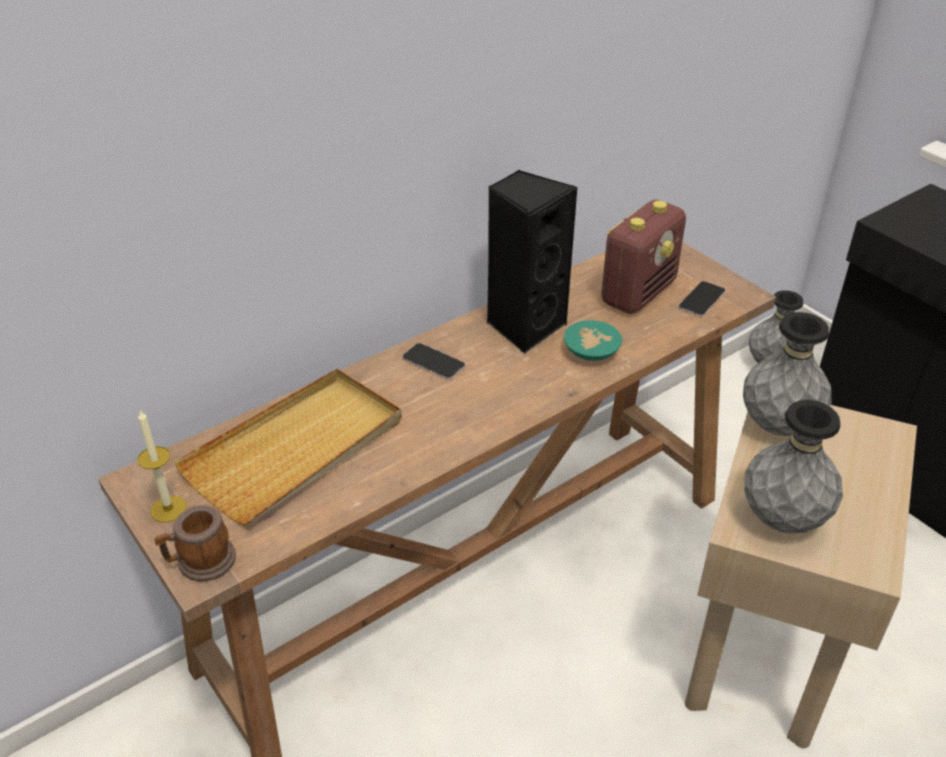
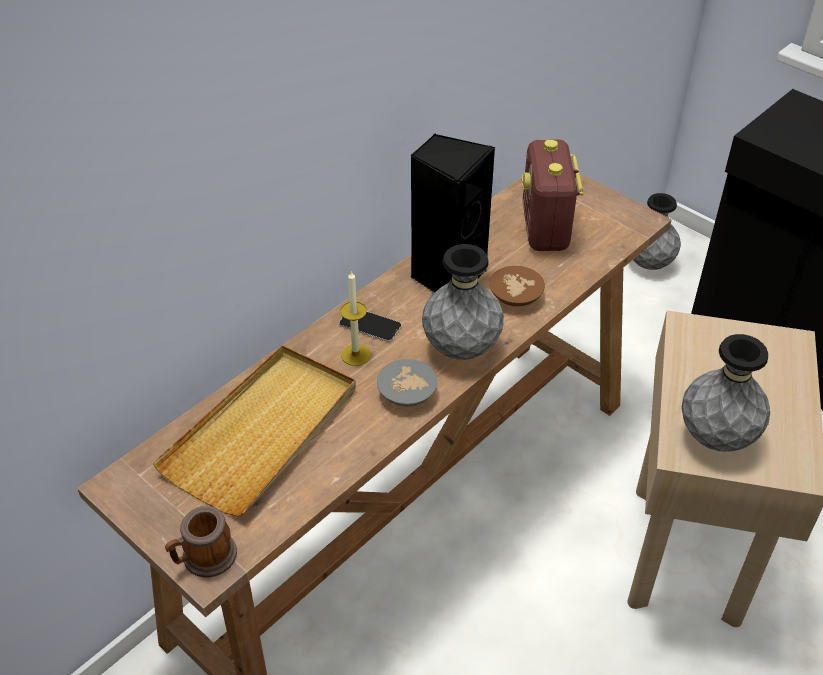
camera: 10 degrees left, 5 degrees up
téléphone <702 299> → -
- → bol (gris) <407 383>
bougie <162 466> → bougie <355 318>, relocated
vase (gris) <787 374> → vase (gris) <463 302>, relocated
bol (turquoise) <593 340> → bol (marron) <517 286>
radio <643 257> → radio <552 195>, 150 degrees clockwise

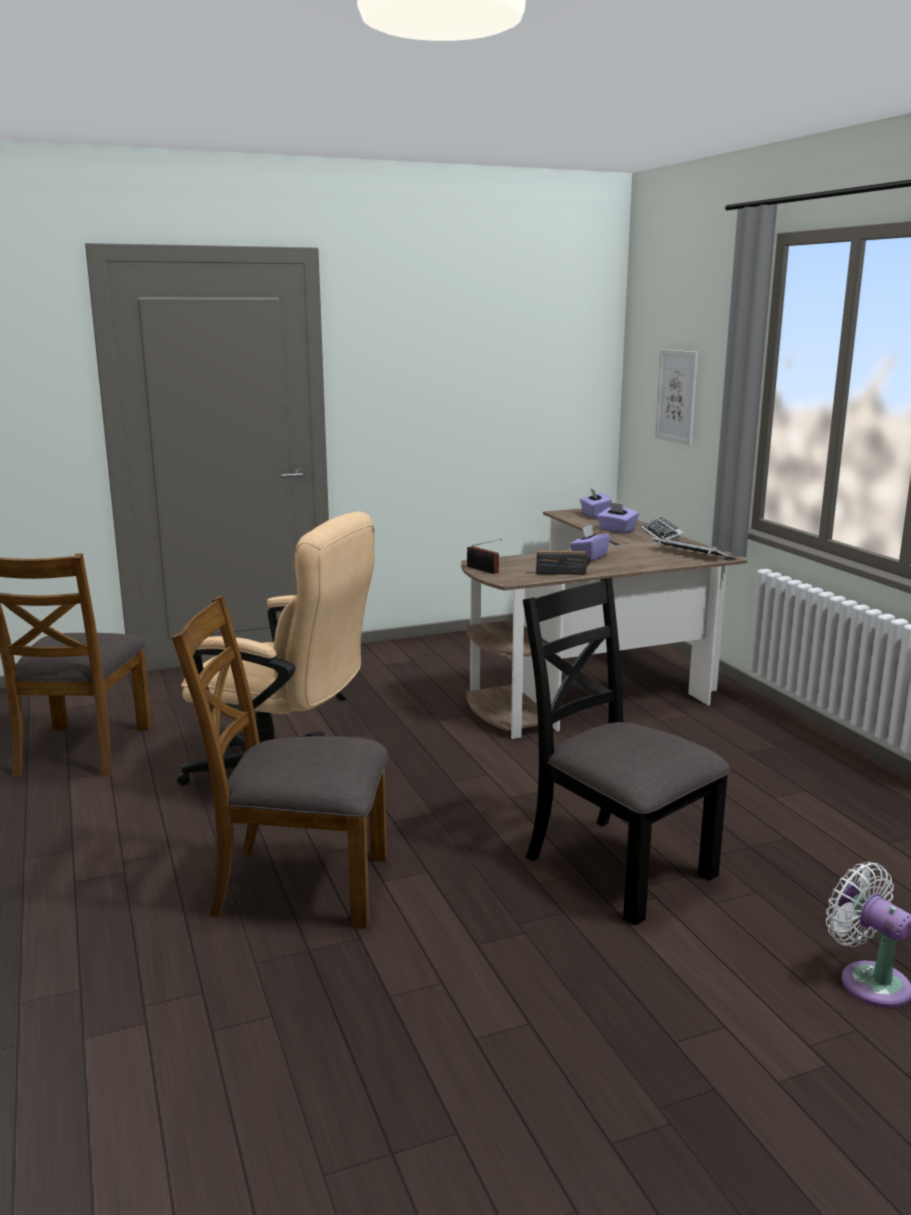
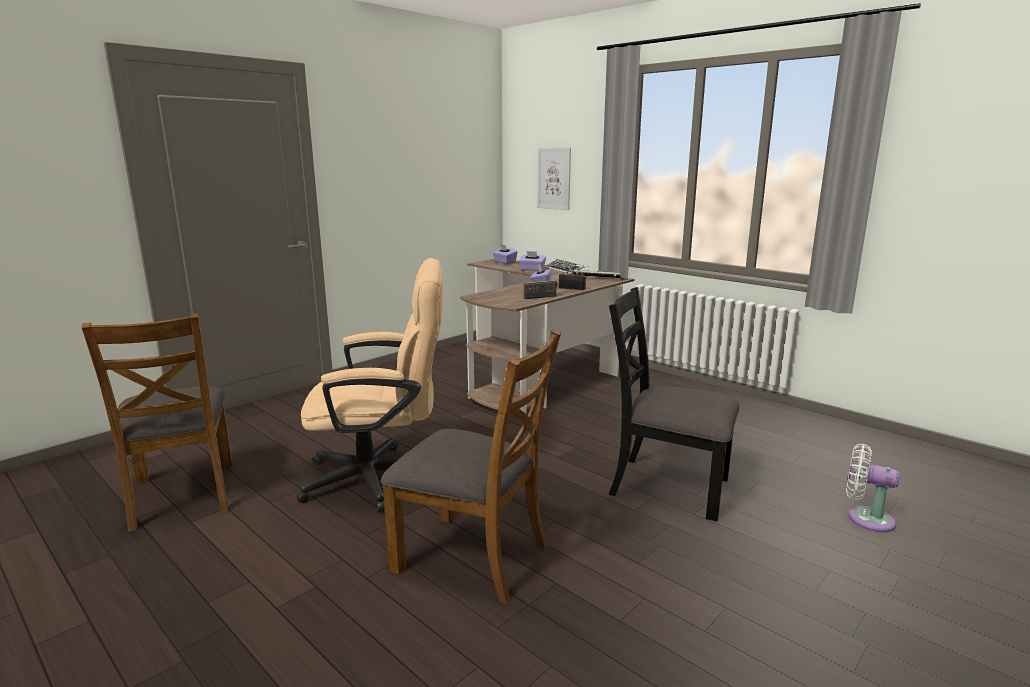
camera: 25 degrees left, 0 degrees up
radio <484 556> → radio <574 278>, relocated
chaise (marron) <280 761> → chaise (marron) <471 467>, 135 degrees counterclockwise

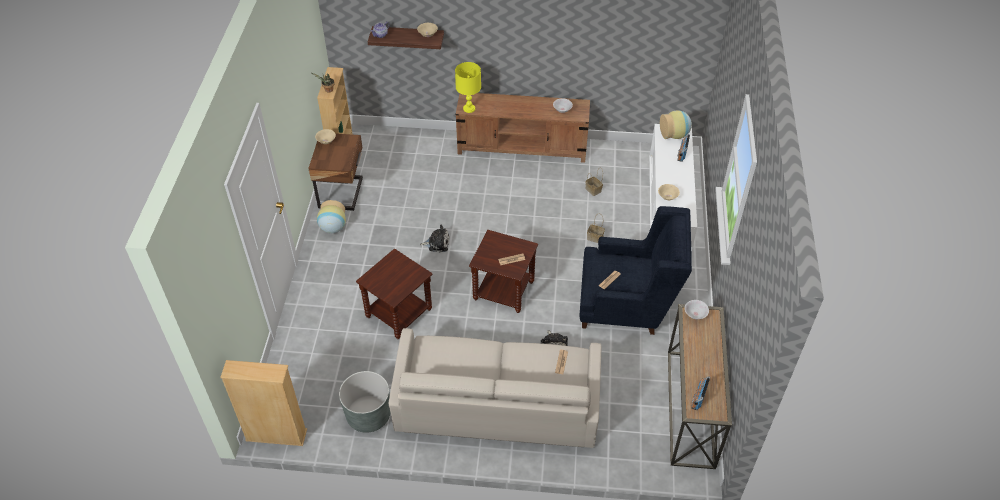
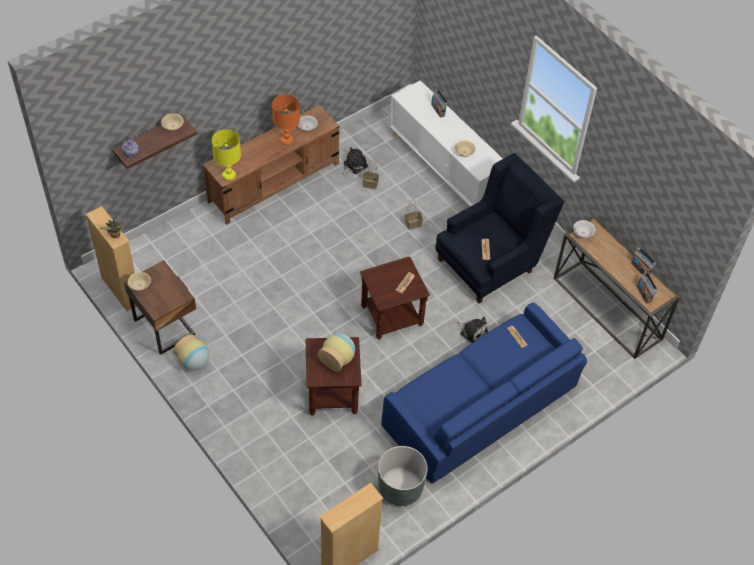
camera: 45 degrees left, 5 degrees up
- → lampe de table (orange) <286 119>
- → radio <643 262>
peluche <435 238> → peluche <355 161>, relocated
vase <676 124> → vase <336 352>, relocated
canapé (beige) <495 388> → canapé (bleu) <484 393>

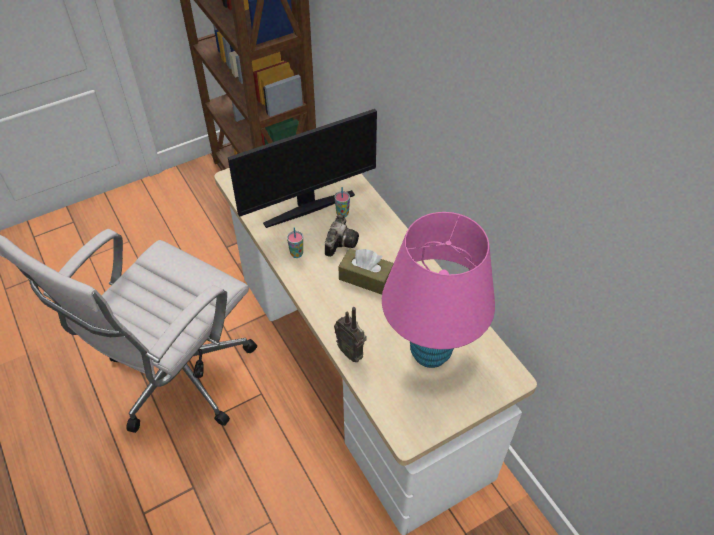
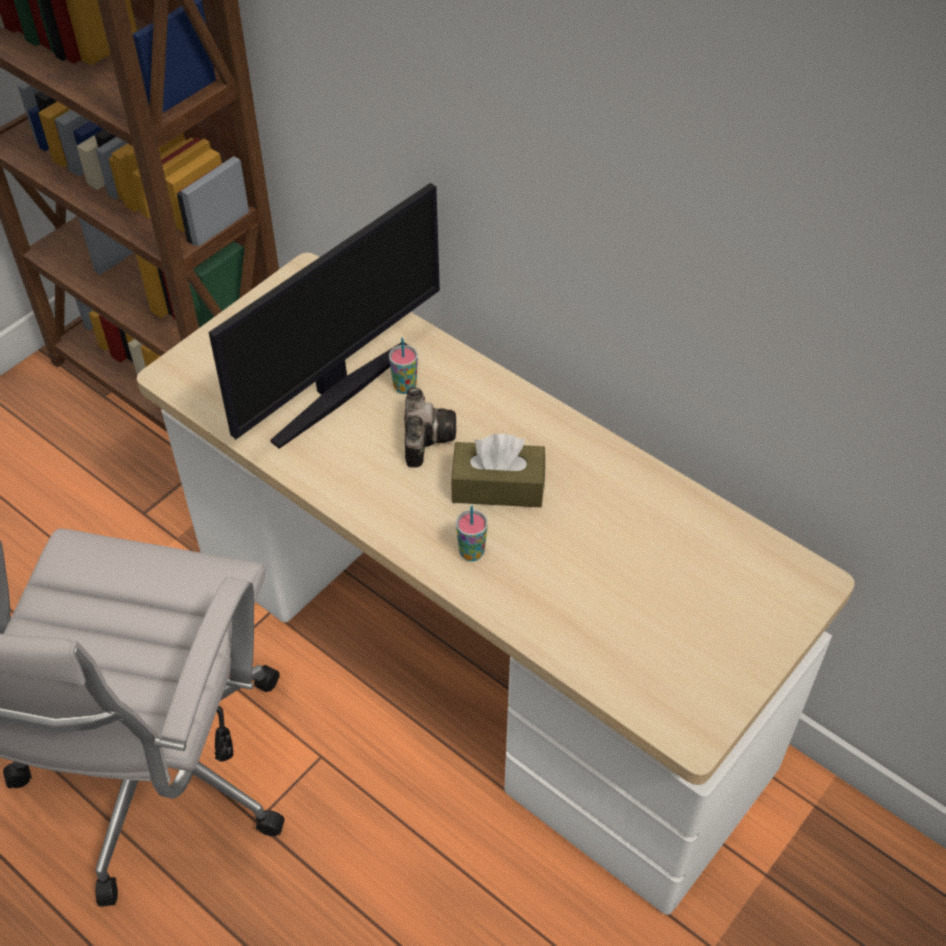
camera: 20 degrees left, 0 degrees up
radio <350 334> → -
lampe de table (rose) <438 290> → -
tasse <295 243> → tasse <472 534>, relocated

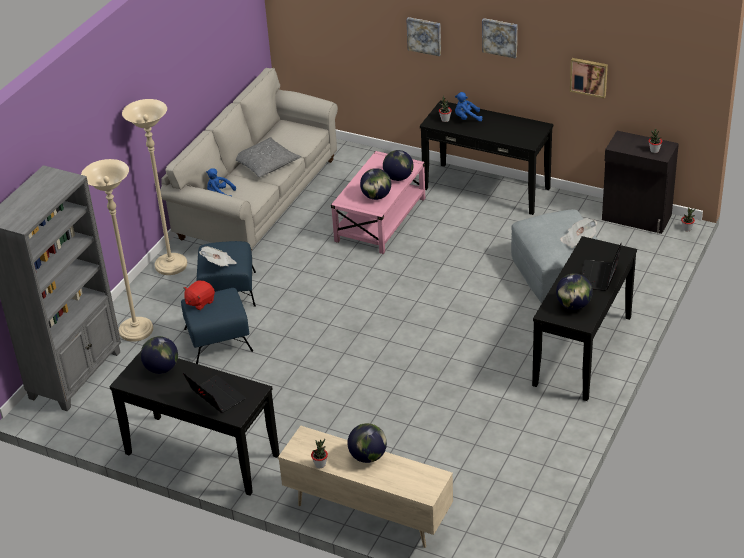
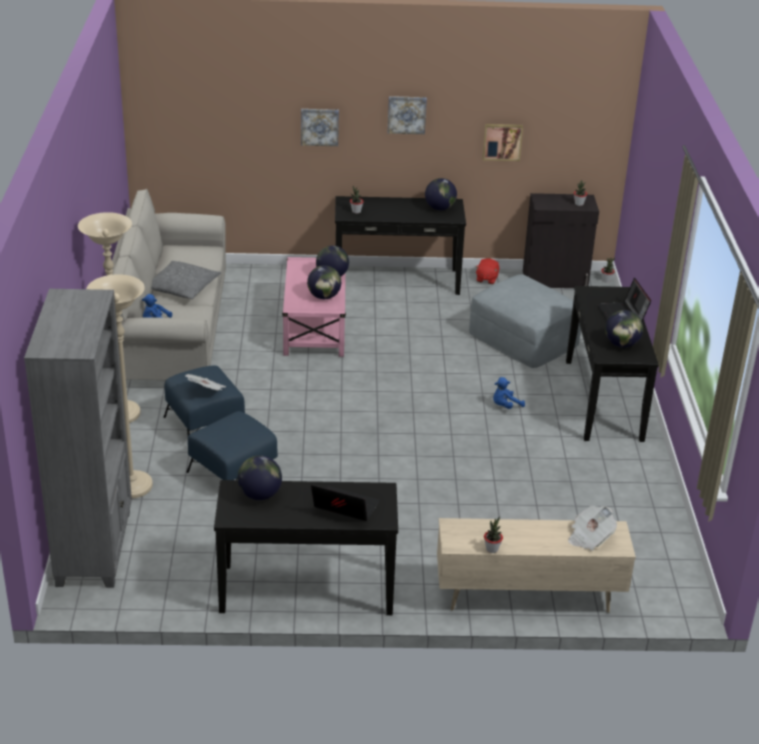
camera: 30 degrees left, 5 degrees down
peluche (rouge) <199 295> → peluche (rouge) <487 271>, relocated
globe <367 443> → globe <441 194>, relocated
peluche (bleu) <468 107> → peluche (bleu) <509 393>, relocated
journal <578 233> → journal <592 528>, relocated

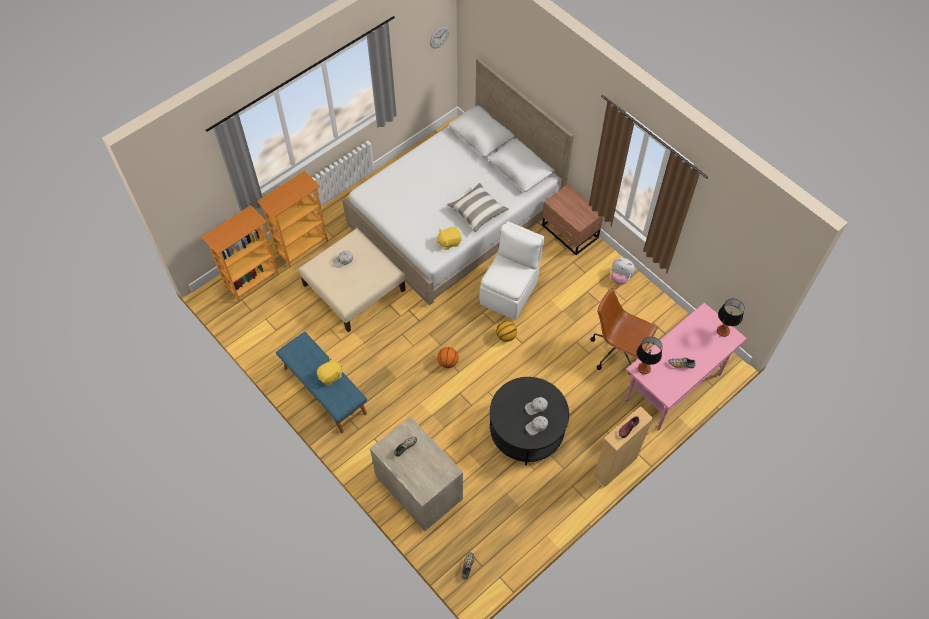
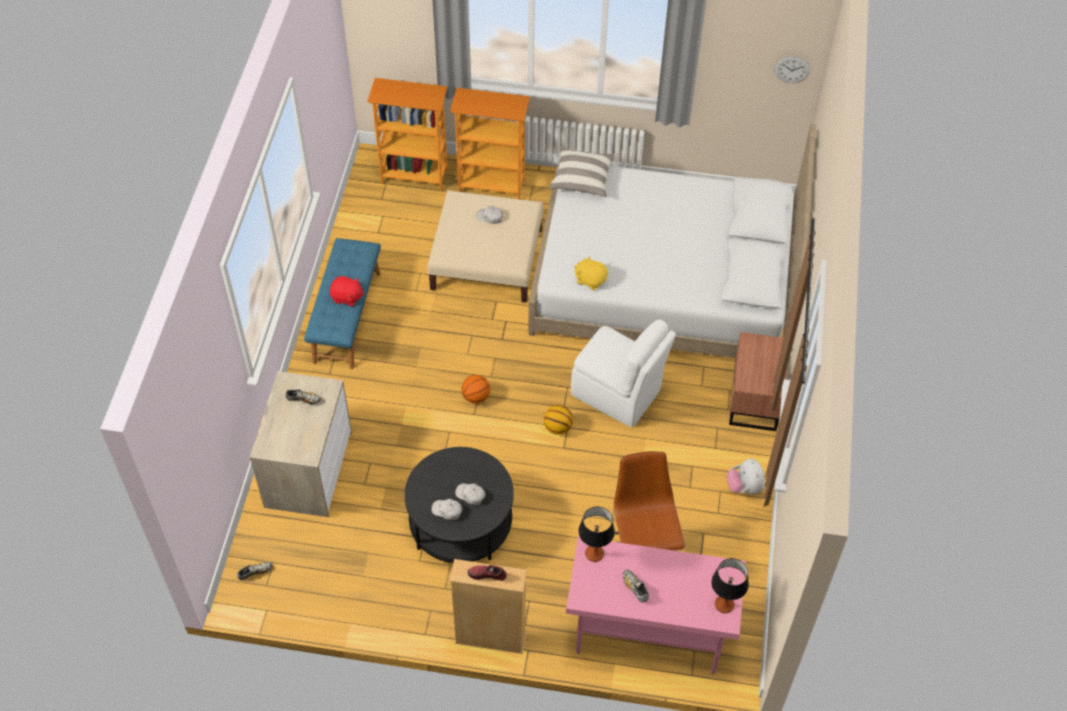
camera: 50 degrees right, 5 degrees down
coussin <478 207> → coussin <582 171>, relocated
peluche (jaune) <329 371> → peluche (rouge) <347 291>
chaise (blanc) <512 270> → chaise (blanc) <623 374>, 45 degrees clockwise

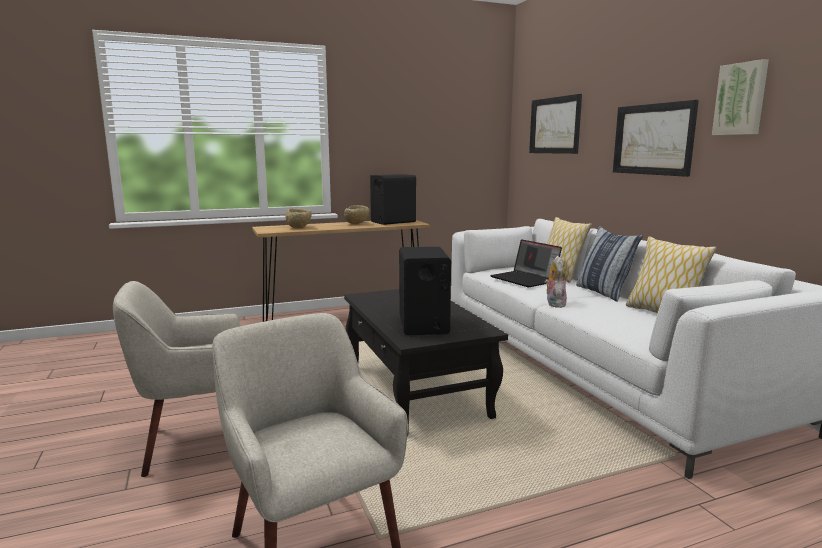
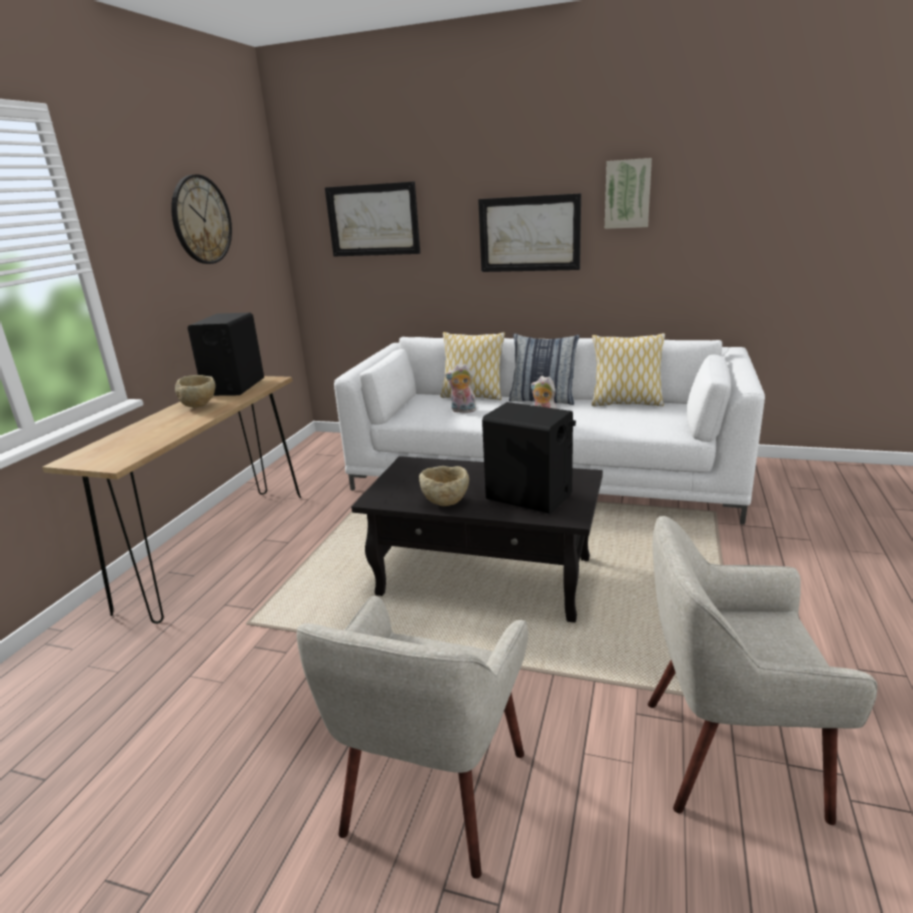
camera: 50 degrees left, 10 degrees up
- → horloge murale <201 219>
bol (beige) <298 218> → bol (beige) <444 486>, relocated
ordinateur portable <526 263> → peluche <460 388>

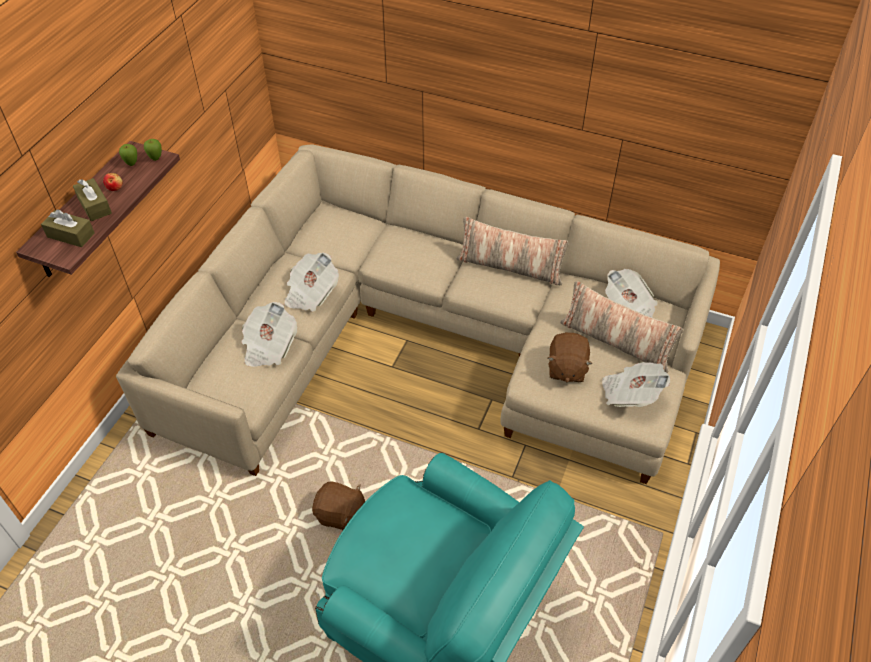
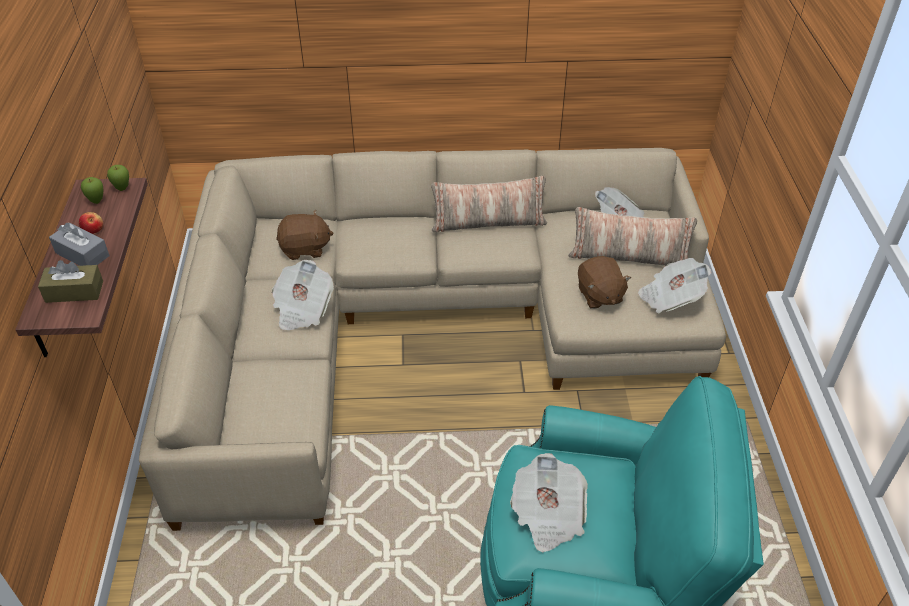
camera: 25 degrees left, 5 degrees down
journal <269 334> → journal <549 502>, relocated
peluche (marron) <338 506> → peluche (marron) <304 235>, relocated
boîte à mouchoirs (marron) <92 199> → boîte à mouchoirs (gris) <79 244>

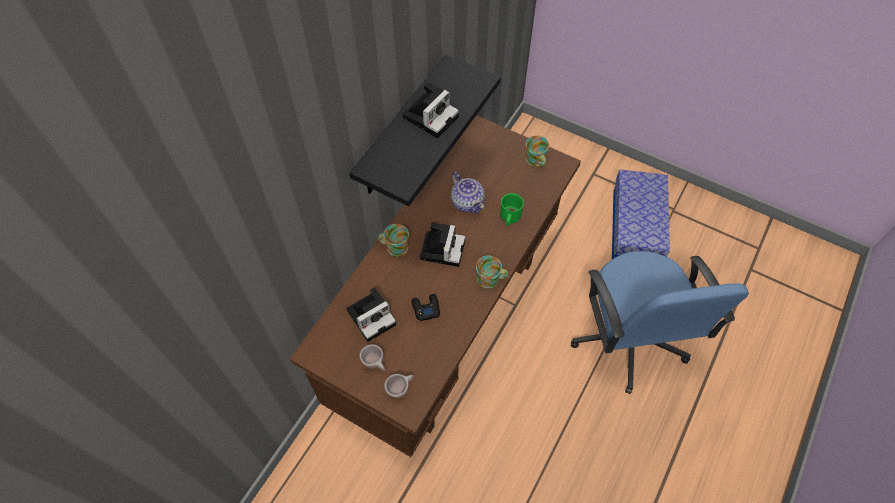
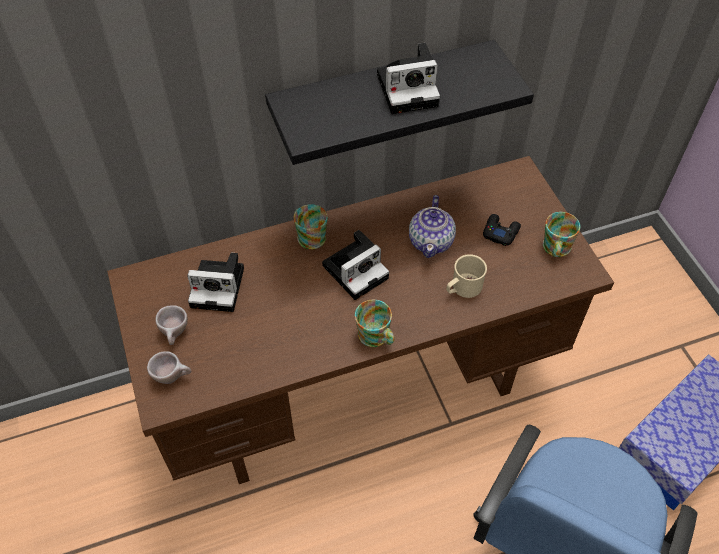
camera: 40 degrees right, 5 degrees down
manette (noir) <426 307> → manette (noir) <502 230>, relocated
mug (vert) <512 209> → mug (beige) <466 276>

